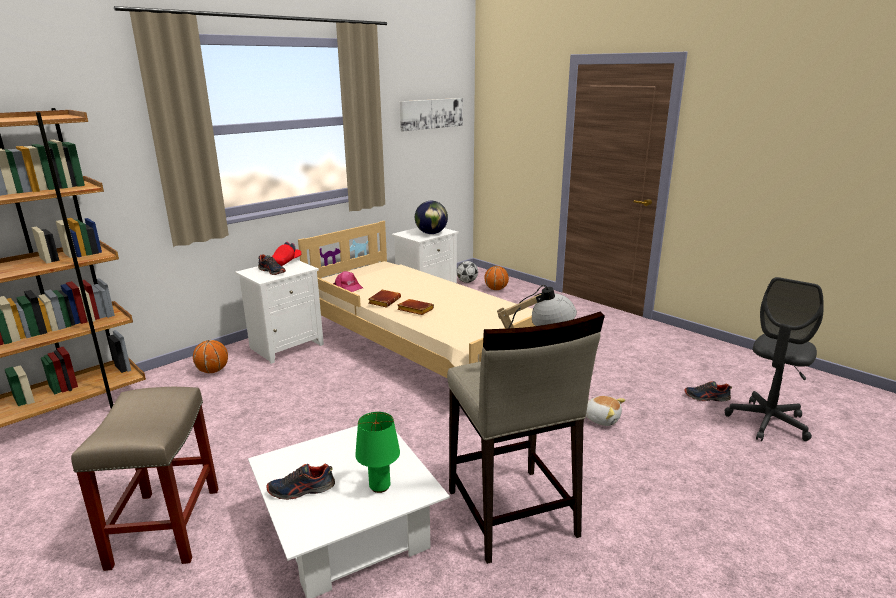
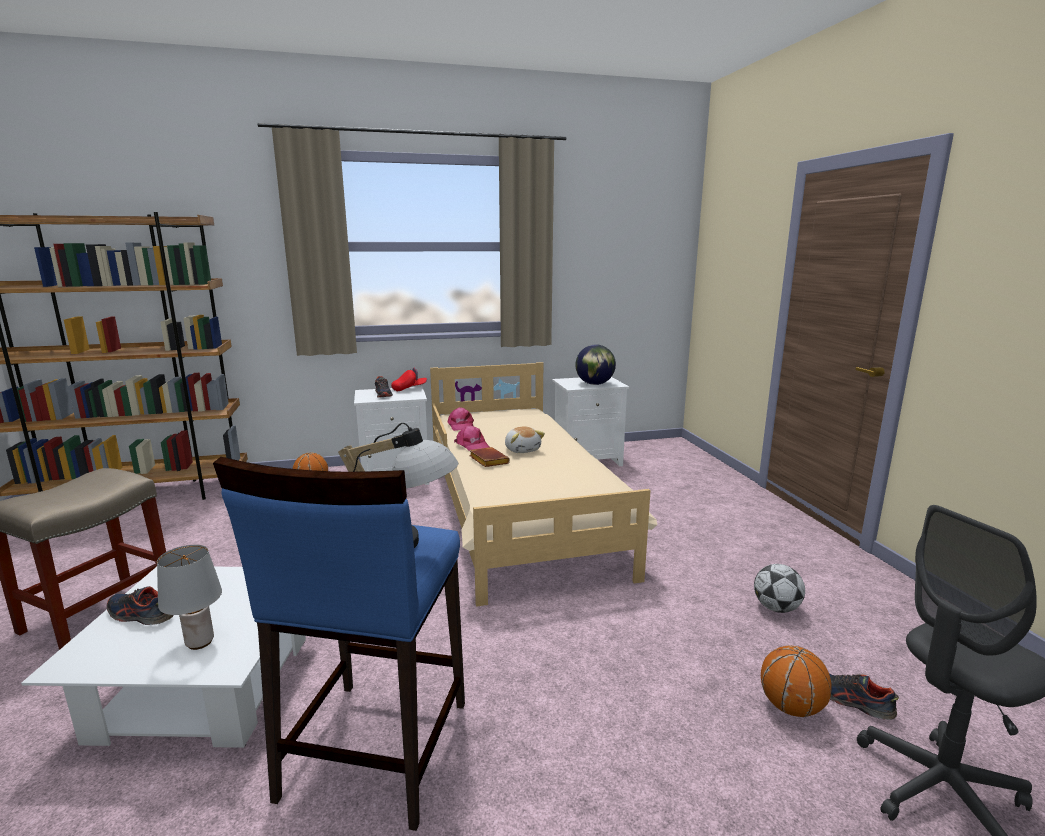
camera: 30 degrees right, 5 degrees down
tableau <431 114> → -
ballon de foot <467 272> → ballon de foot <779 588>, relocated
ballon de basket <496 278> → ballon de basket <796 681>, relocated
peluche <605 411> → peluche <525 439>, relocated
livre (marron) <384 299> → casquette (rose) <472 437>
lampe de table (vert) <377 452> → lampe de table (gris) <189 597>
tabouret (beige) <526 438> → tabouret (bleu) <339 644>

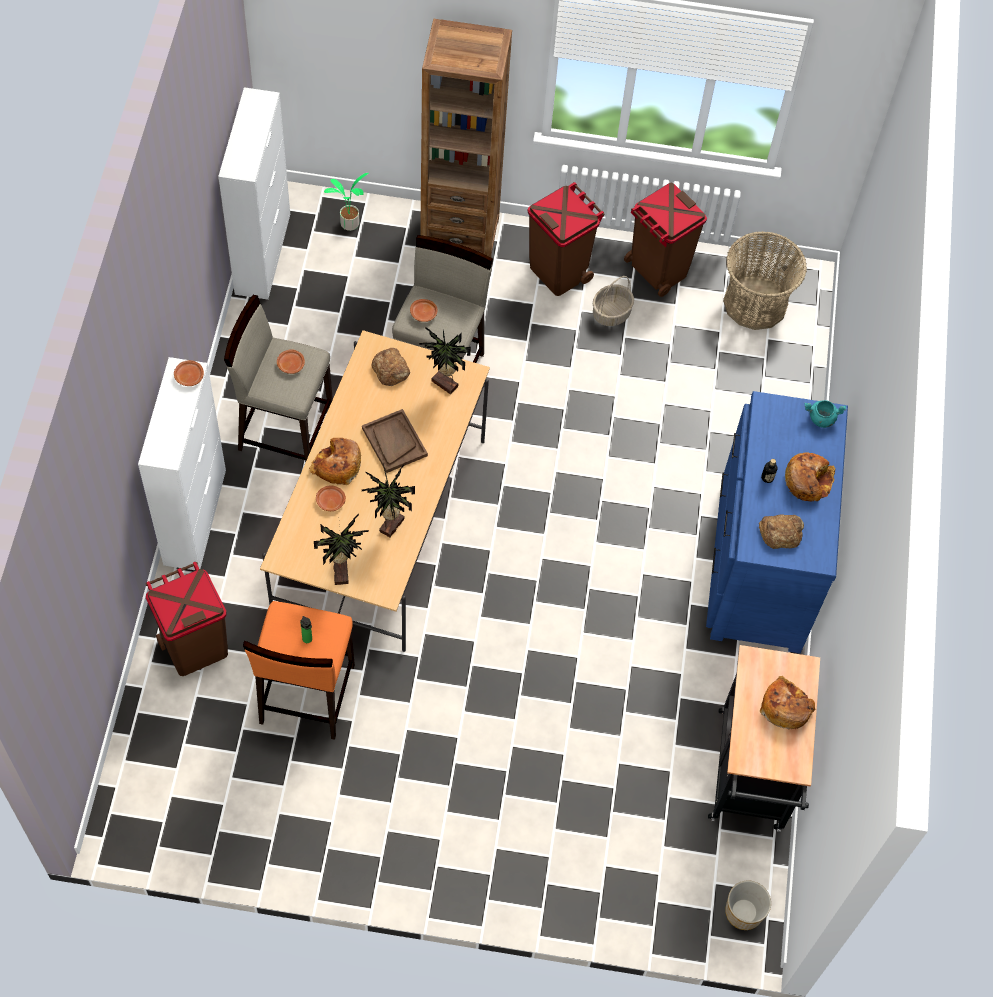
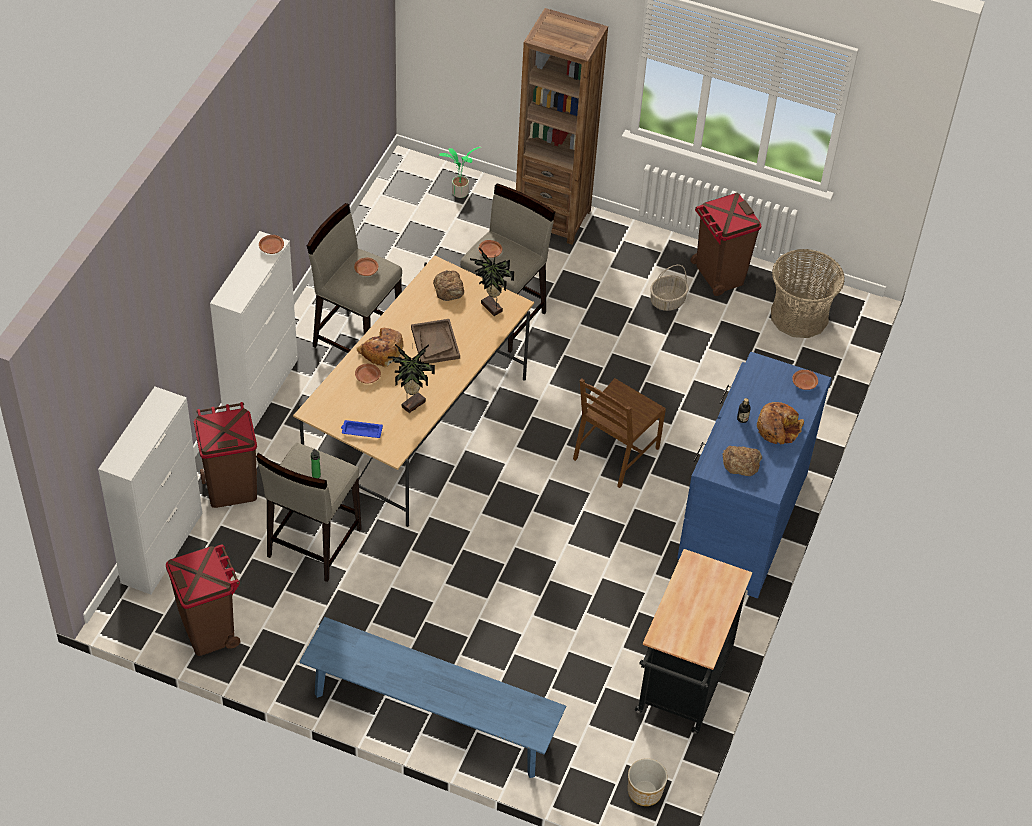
camera: 15 degrees right, 10 degrees down
pain <788 703> → -
- → banc (bleu) <432 697>
- → chaise (marron) <619 433>
meuble de rangement (blanc) <254 193> → meuble de rangement (blanc) <150 491>, relocated
poubelle (marron) <566 239> → poubelle (marron) <203 600>, relocated
plante en pot <341 549> → plateau (bleu) <362 429>
marmite (turquoise) <825 414> → assiette (marron) <805 380>
tabouret (orange) <299 670> → tabouret (beige) <309 512>

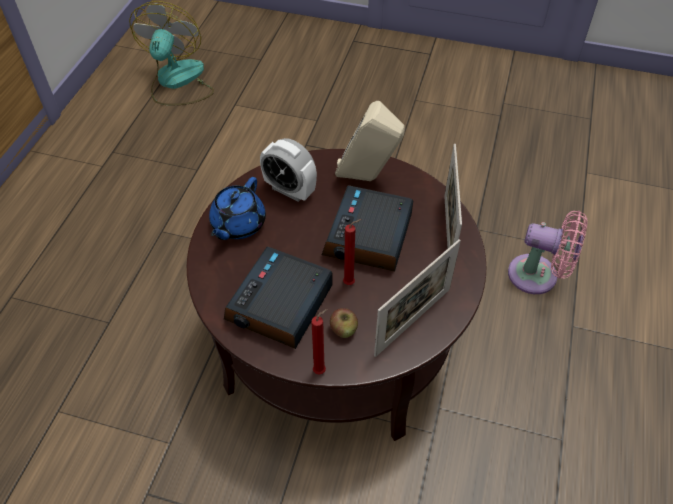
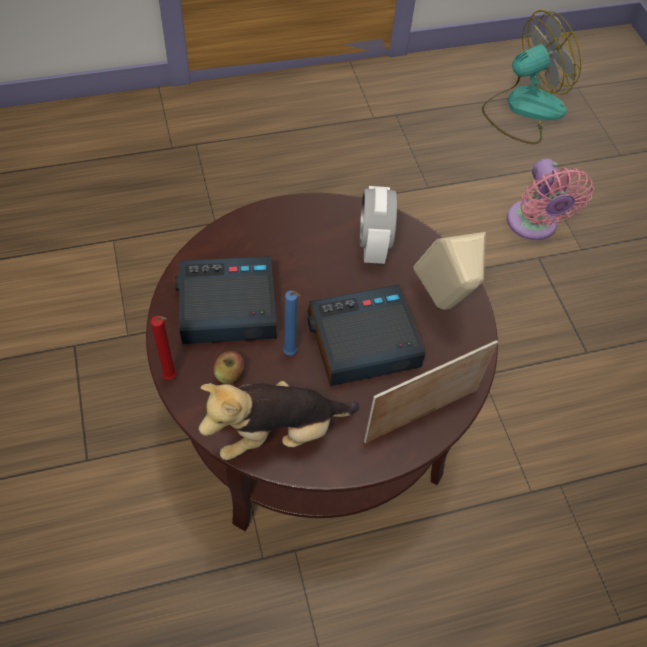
camera: 55 degrees right, 5 degrees up
théière (bleu) <237 208> → -
ventilateur (rose) <548 252> → ventilateur (rose) <550 199>, relocated
cadre photo <417 298> → peluche <279 420>
bougie (rouge) <352 252> → bougie (bleu) <292 323>

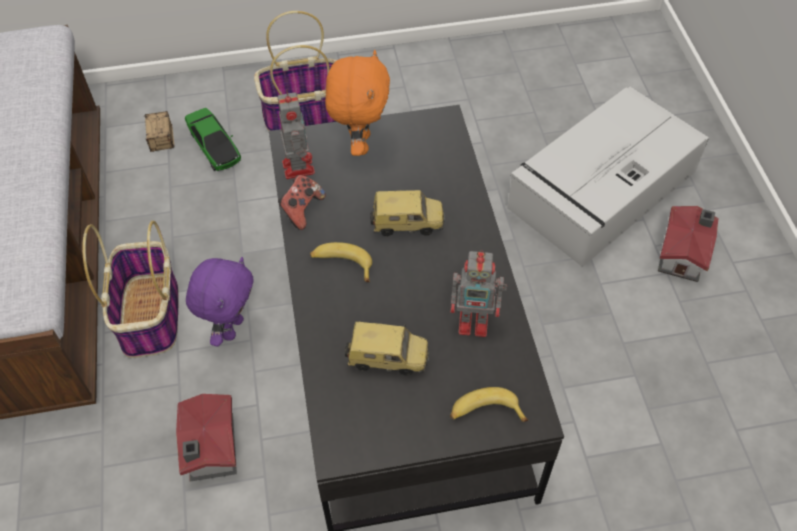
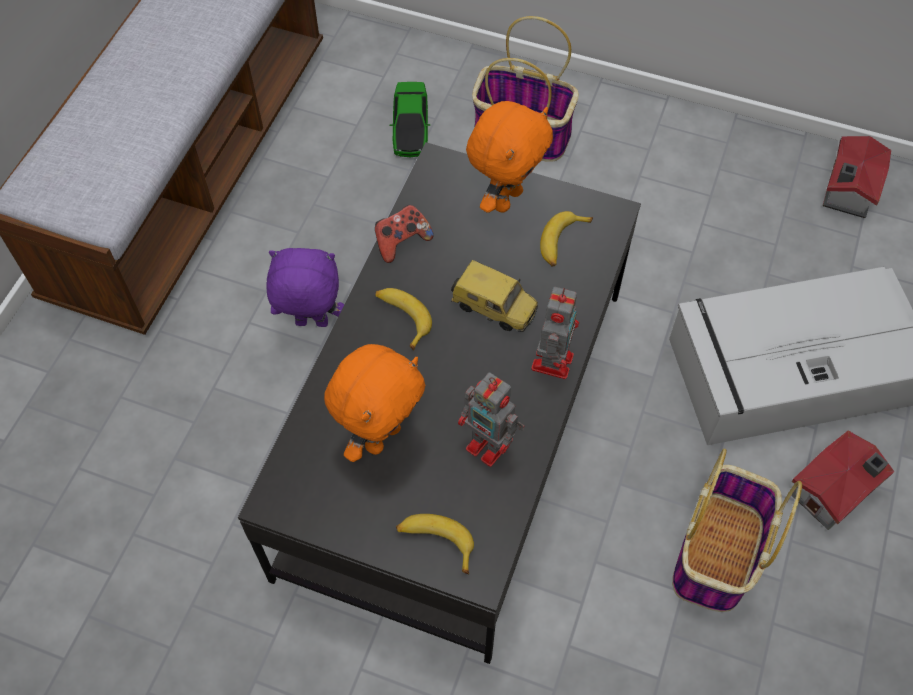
camera: 30 degrees right, 5 degrees up
boîte de rangement <159 131> → -
- → banane <566 239>
panier <130 289> → panier <737 530>, relocated
maison miniature <206 438> → maison miniature <857 177>, relocated
robot jouet <296 134> → robot jouet <555 333>, relocated
petite voiture <387 348> → peluche (orange) <375 403>
peluche (violet) <220 301> → peluche (violet) <305 287>, 135 degrees counterclockwise

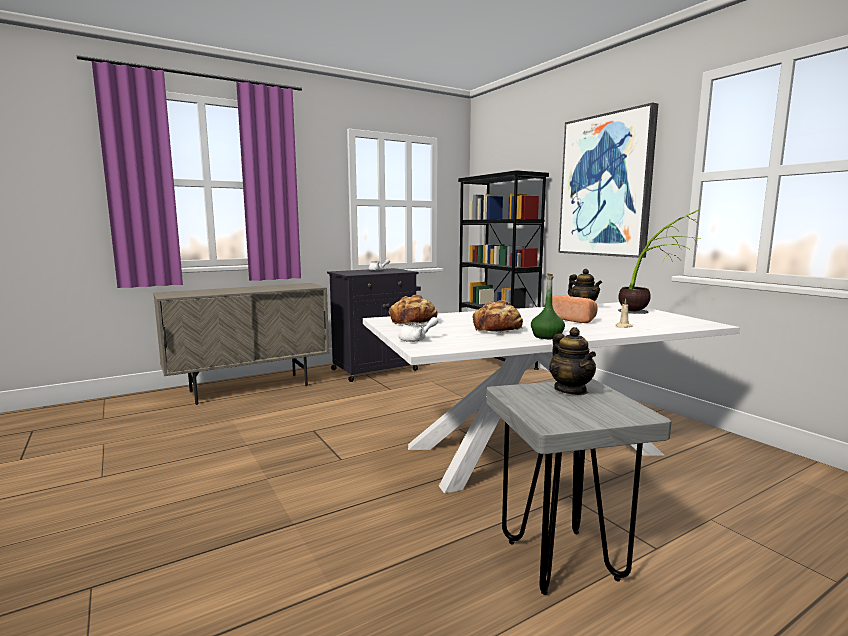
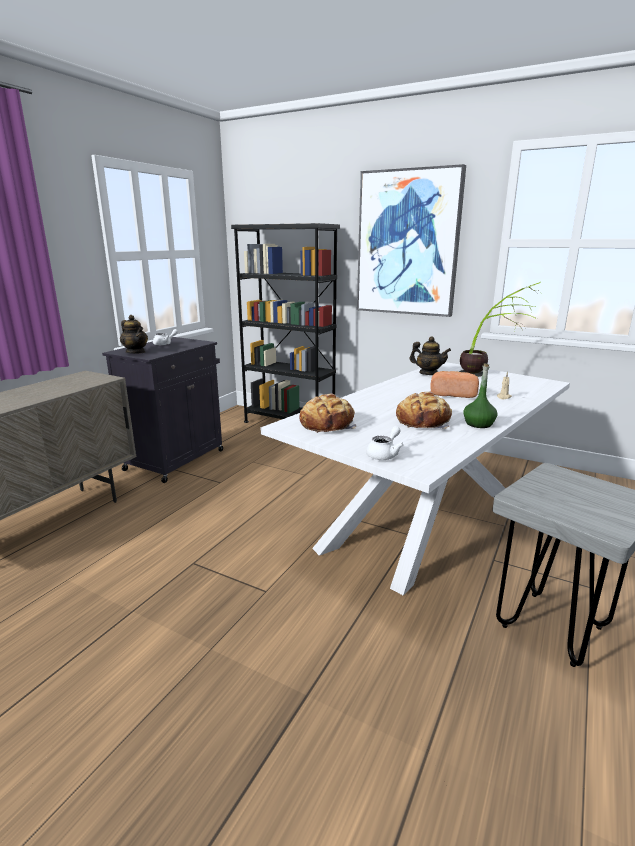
camera: 30 degrees left, 10 degrees up
théière <572 361> → théière <134 334>, relocated

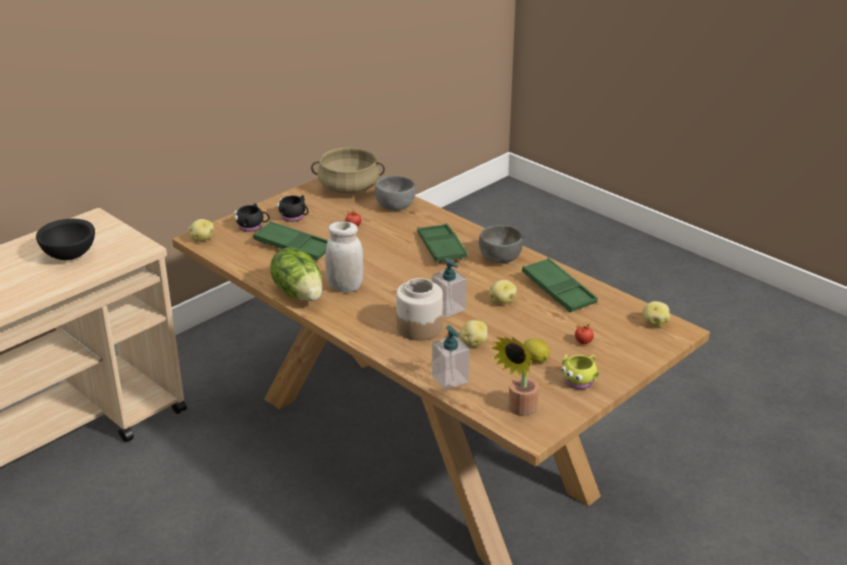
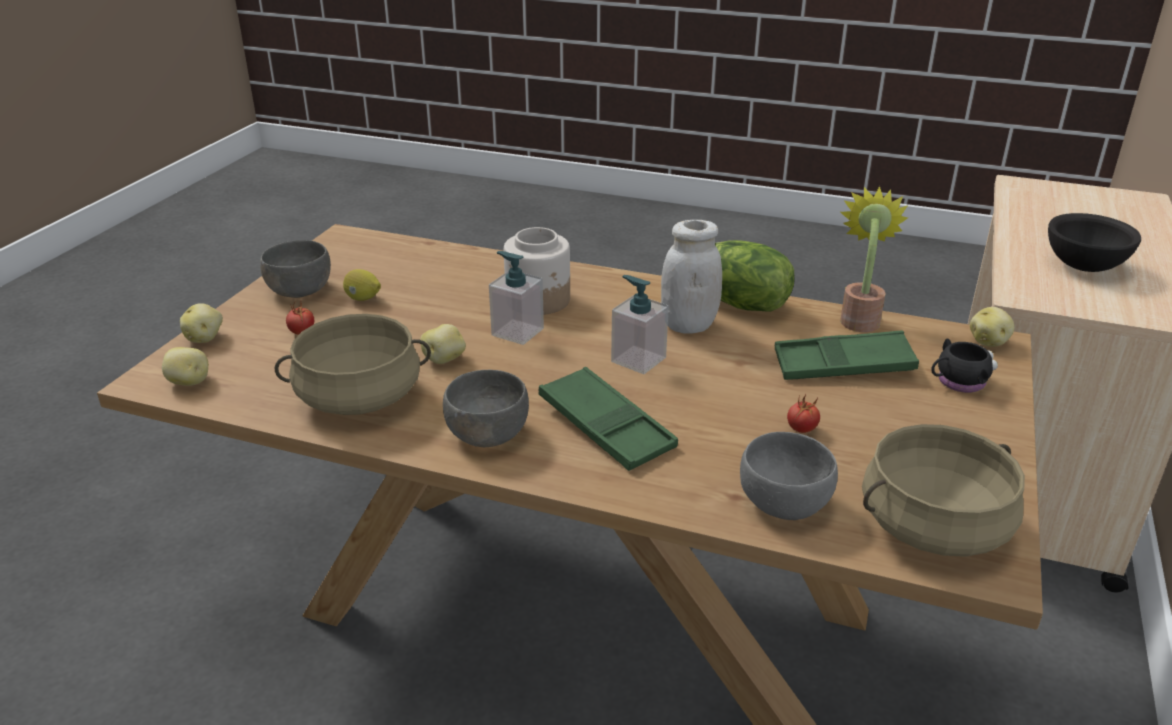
camera: 155 degrees right, 0 degrees up
mug (noir) <292 208> → -
distributeur de savon <451 357> → distributeur de savon <640 324>, relocated
pomme de terre <474 333> → pomme de terre <201 323>, relocated
plante en pot <514 376> → plante en pot <874 259>, relocated
plateau (vert) <560 285> → marmite (beige) <353 364>
mug (jaune) <580 371> → bol (gris) <295 269>

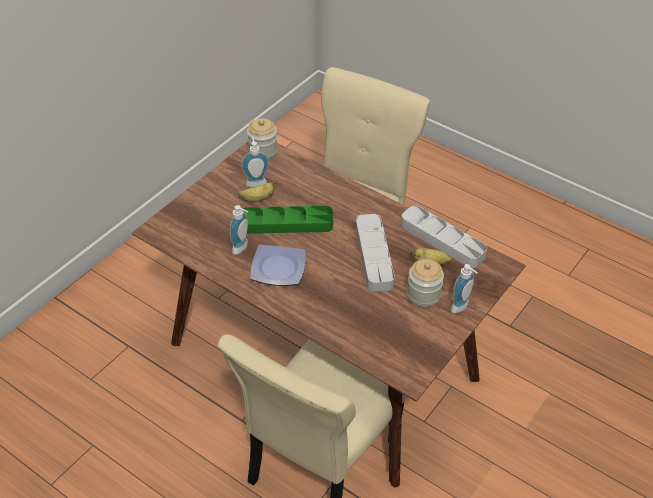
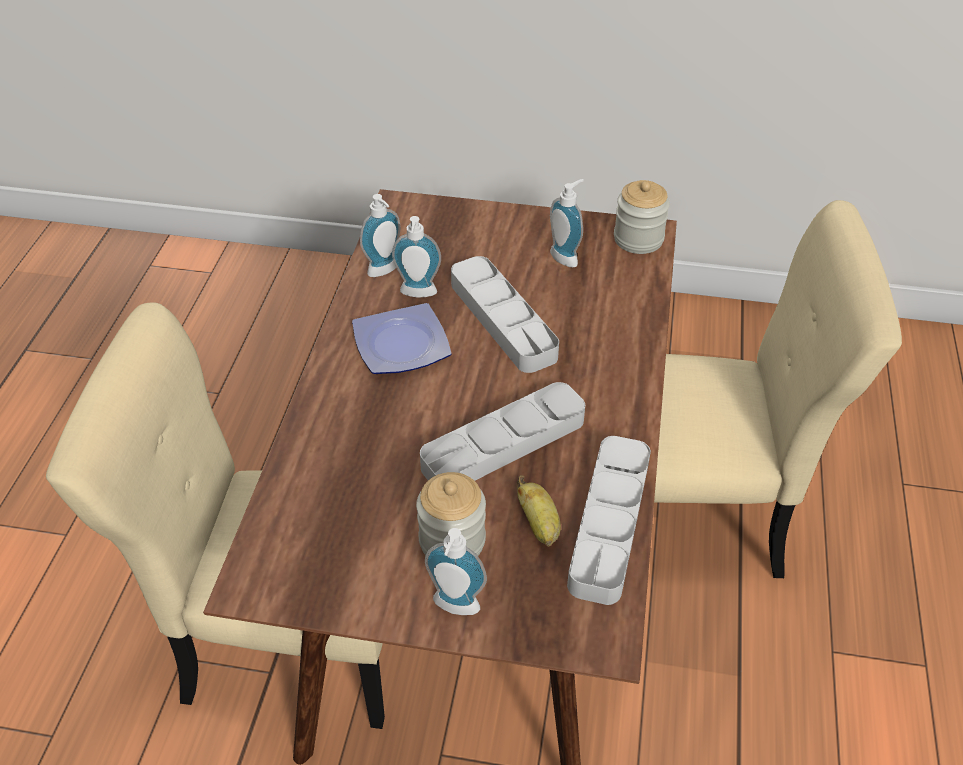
camera: 65 degrees right, 0 degrees up
banane <257 191> → -
- → distributeur de savon <380 235>
plateau (vert) <288 220> → plateau (gris) <505 314>

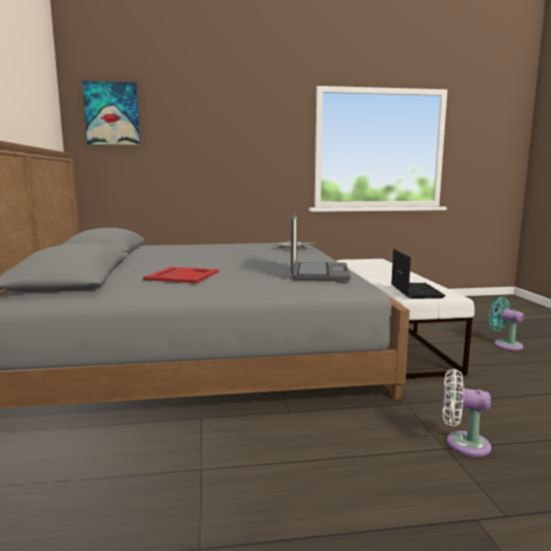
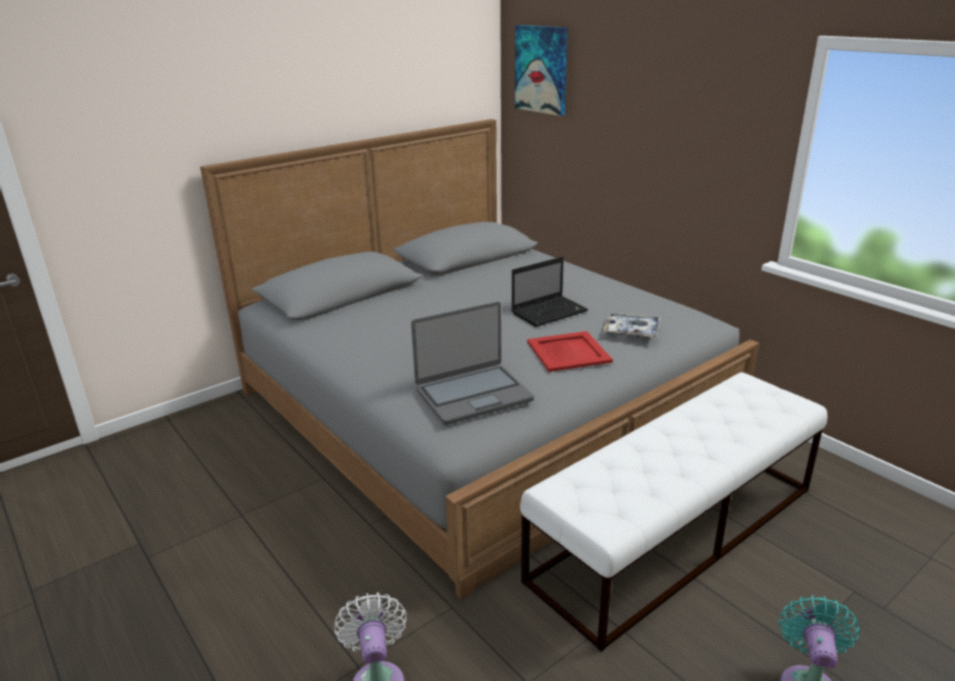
camera: 60 degrees right, 15 degrees up
plateau (rouge) <181 275> → plateau (rouge) <570 351>, relocated
ordinateur portable <418 274> → ordinateur portable <549 292>, relocated

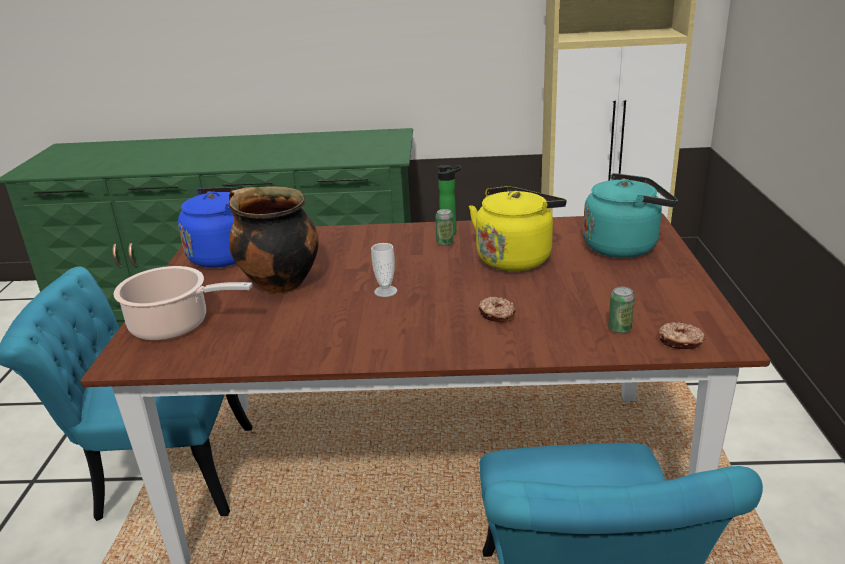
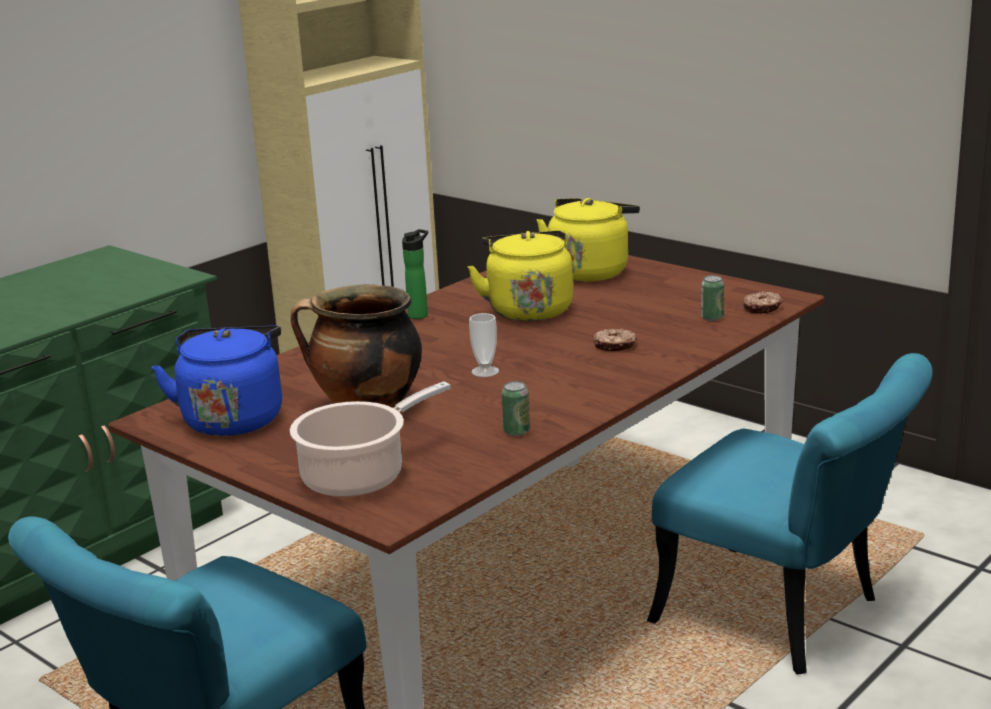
camera: 50 degrees left, 5 degrees down
boîte métallique <444 227> → boîte métallique <516 408>, relocated
bouilloire (turquoise) <630 215> → bouilloire (jaune) <588 240>

